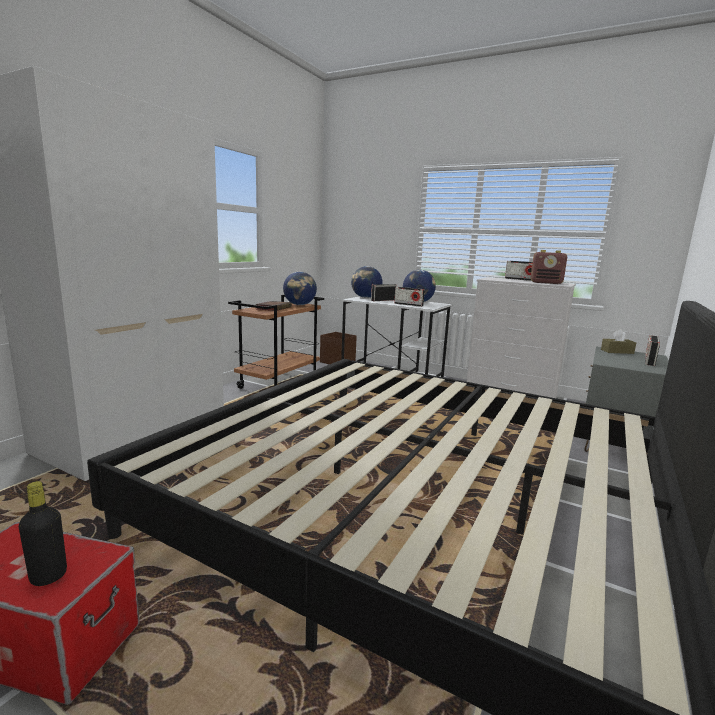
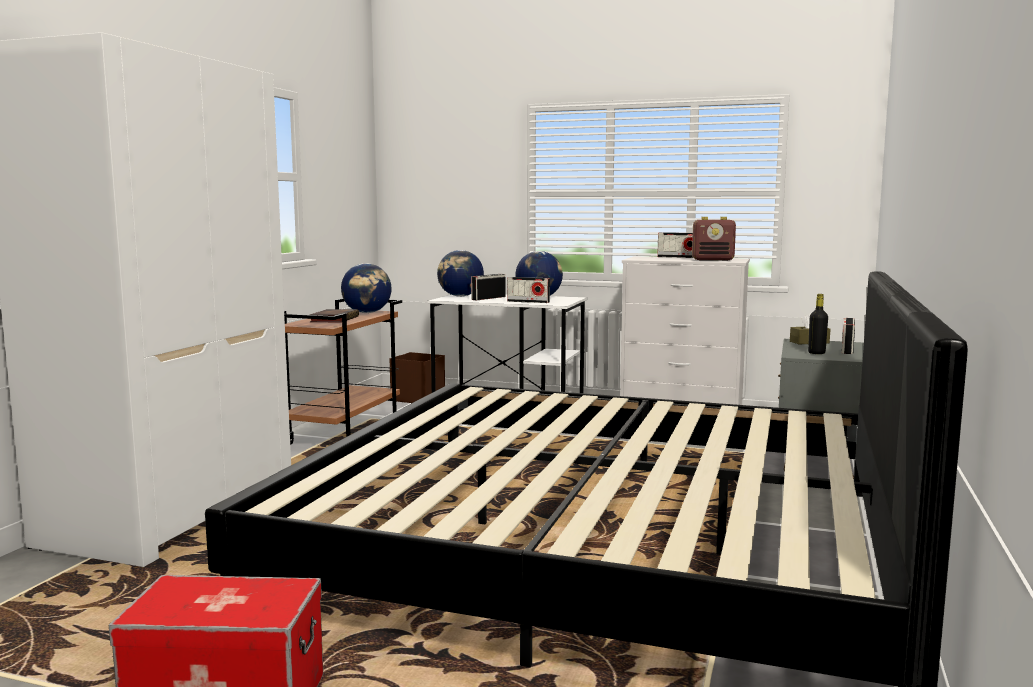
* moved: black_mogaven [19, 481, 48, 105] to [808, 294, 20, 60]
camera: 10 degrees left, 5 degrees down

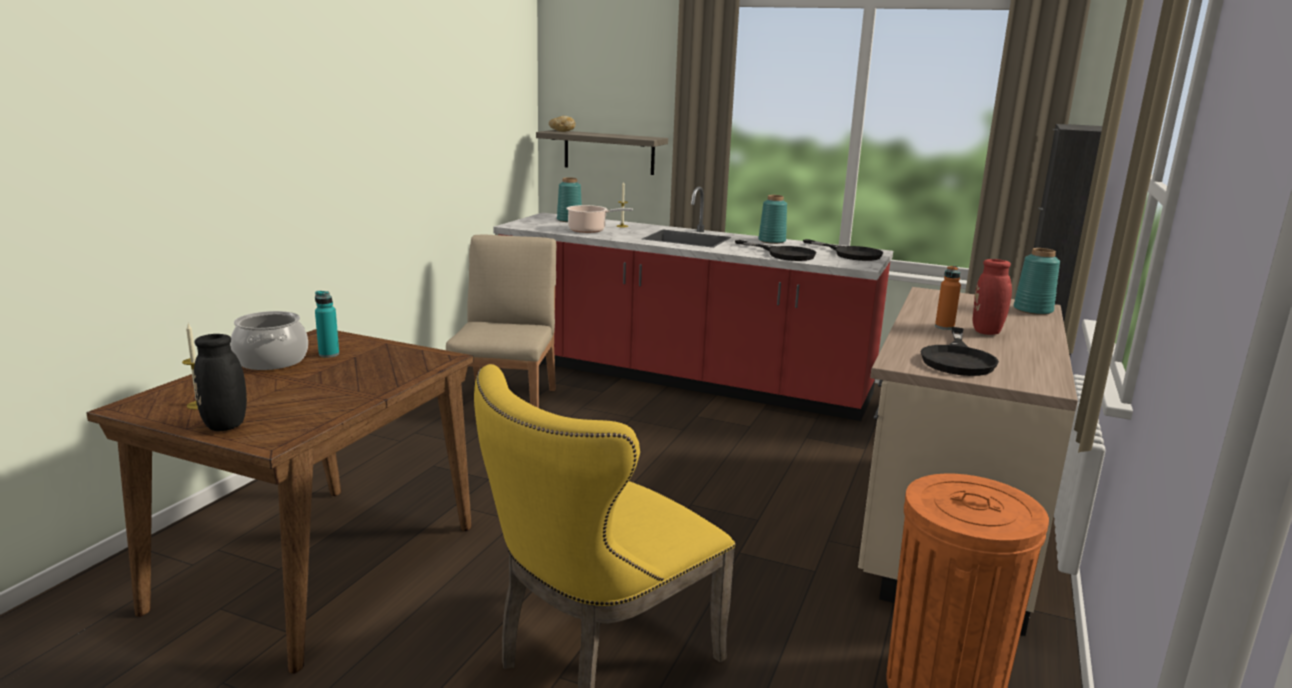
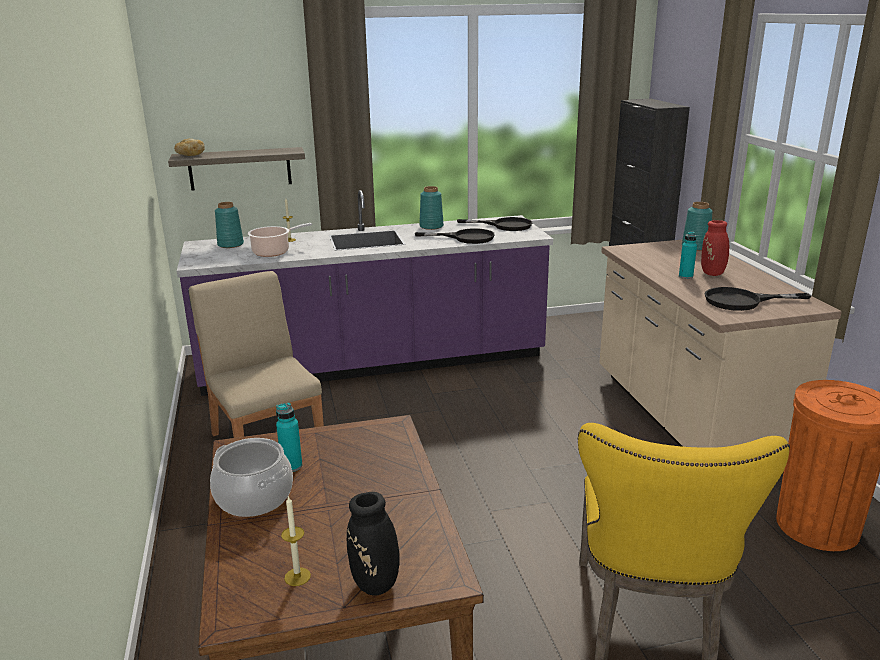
* recoloured: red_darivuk [493, 186, 400, 235] to purple_darivuk [177, 190, 376, 206]
* recoloured: orange_mogaven [935, 266, 26, 64] to turquoise_mogaven [679, 231, 18, 48]
* turned: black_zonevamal [920, 327, 79, 49] = [705, 287, 106, 24] 105 degrees clockwise
camera: 35 degrees left, 5 degrees up

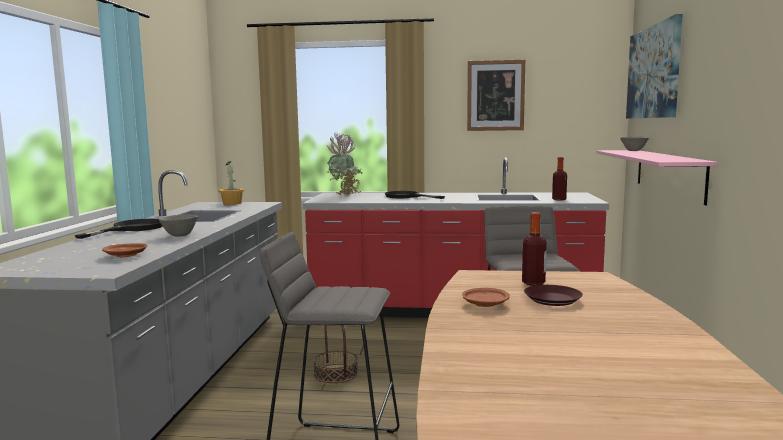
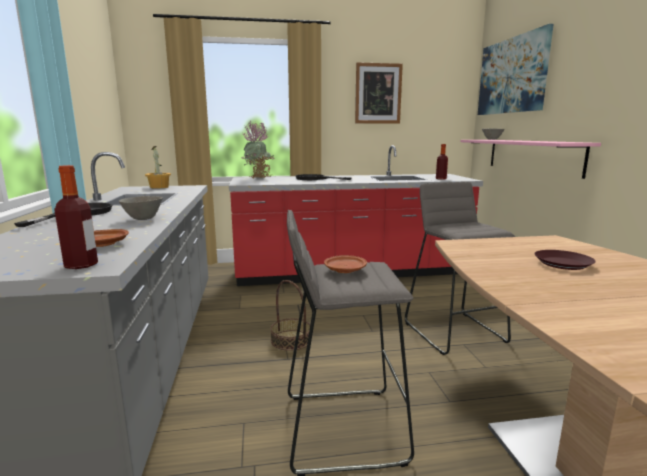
* moved: mogaven [522, 212, 25, 74] to [55, 165, 43, 104]
* moved: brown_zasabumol [462, 288, 48, 19] to [324, 255, 43, 18]
camera: 15 degrees left, 5 degrees up

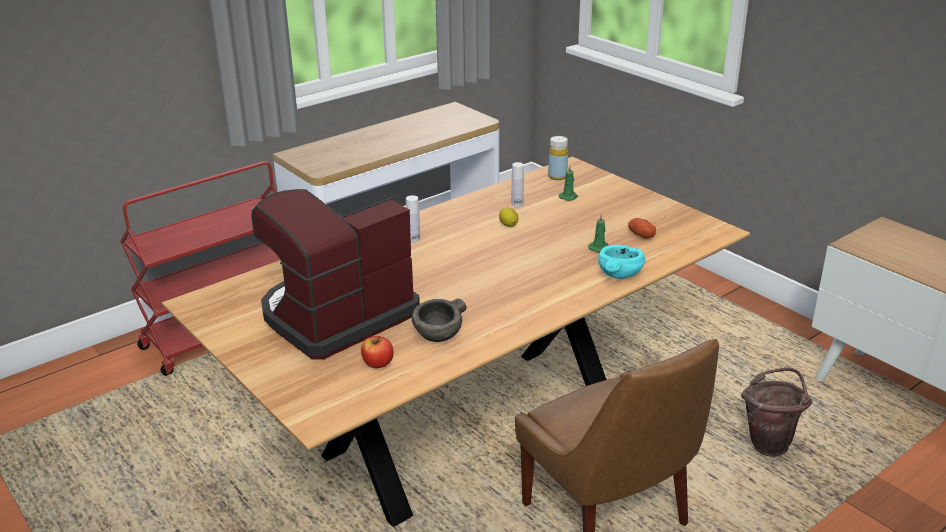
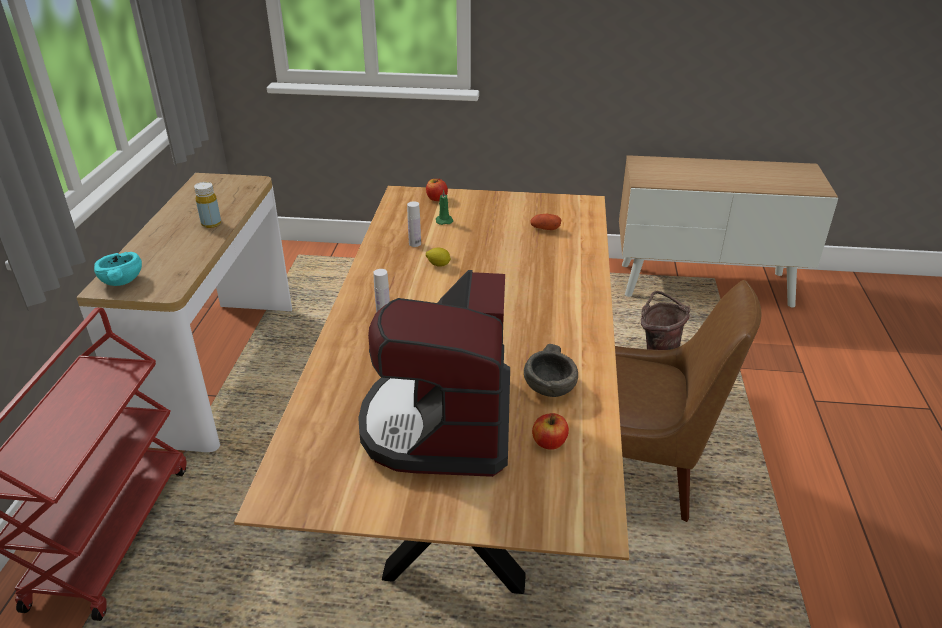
* moved: yellow_mogaven [548, 136, 20, 44] to [194, 182, 27, 46]
* removed: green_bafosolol [588, 214, 21, 39]
* moved: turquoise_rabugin [598, 245, 47, 34] to [94, 252, 48, 34]
* added: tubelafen [426, 178, 22, 23]
camera: 45 degrees left, 5 degrees up

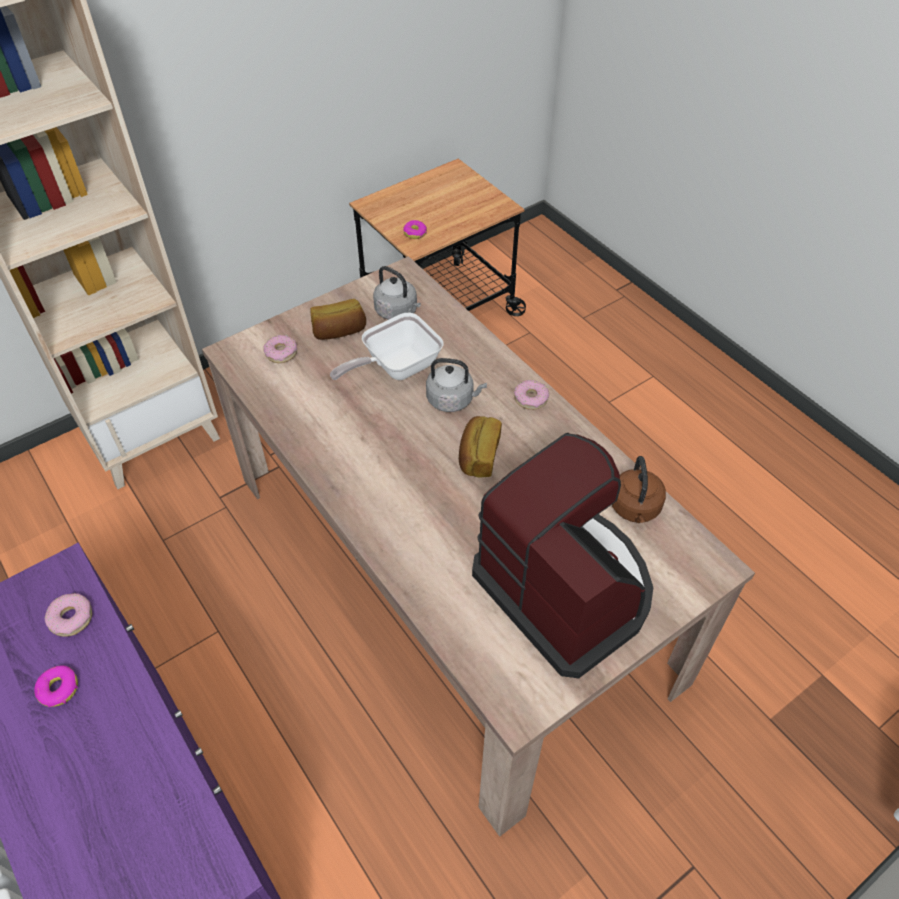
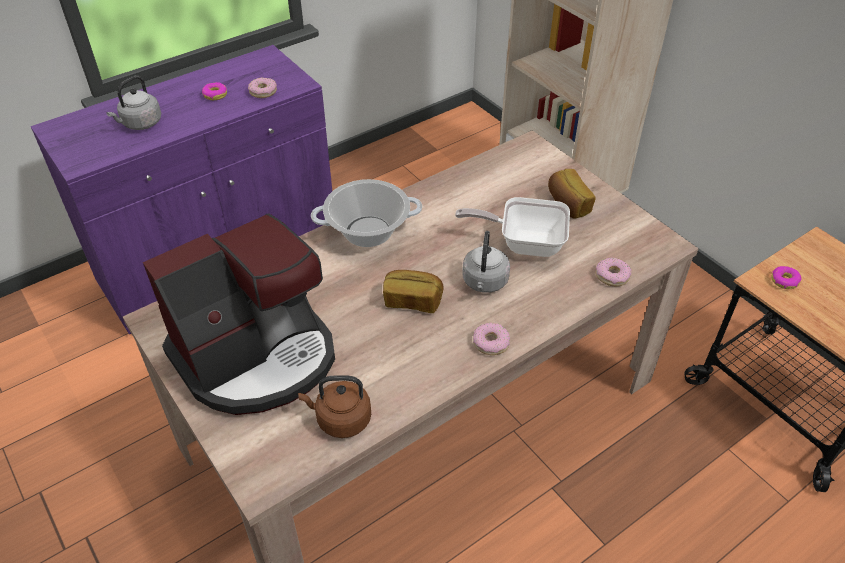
* moved: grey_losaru [373, 266, 48, 54] to [106, 75, 55, 55]
* turned: zonevamal [330, 313, 114, 67] = [455, 197, 115, 60] 45 degrees counterclockwise
* moved: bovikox [263, 335, 34, 28] to [596, 258, 36, 28]
* added: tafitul [311, 179, 111, 68]
camera: 90 degrees right, 5 degrees down

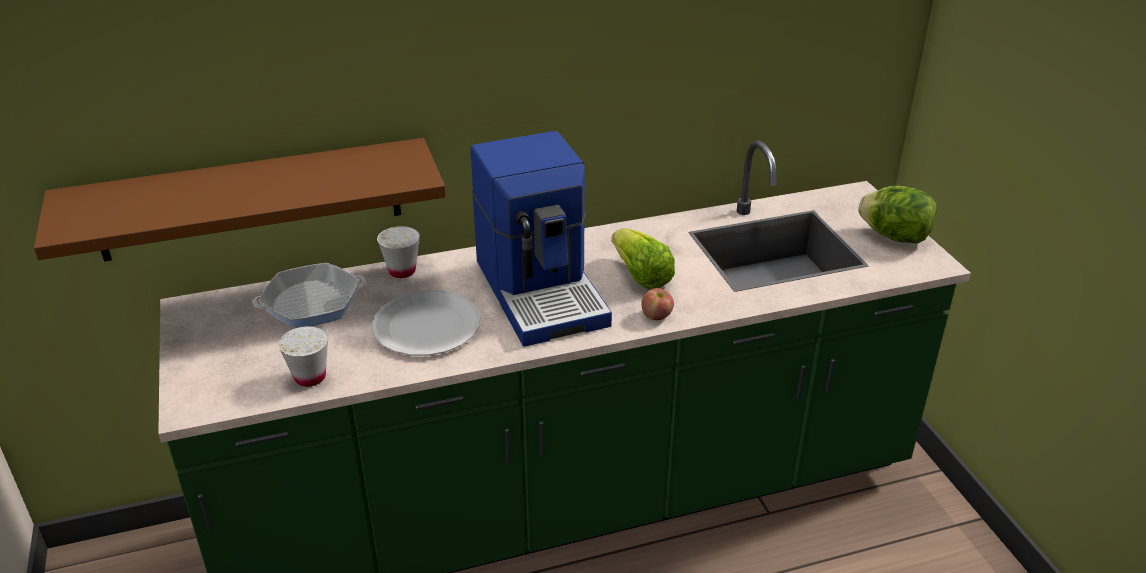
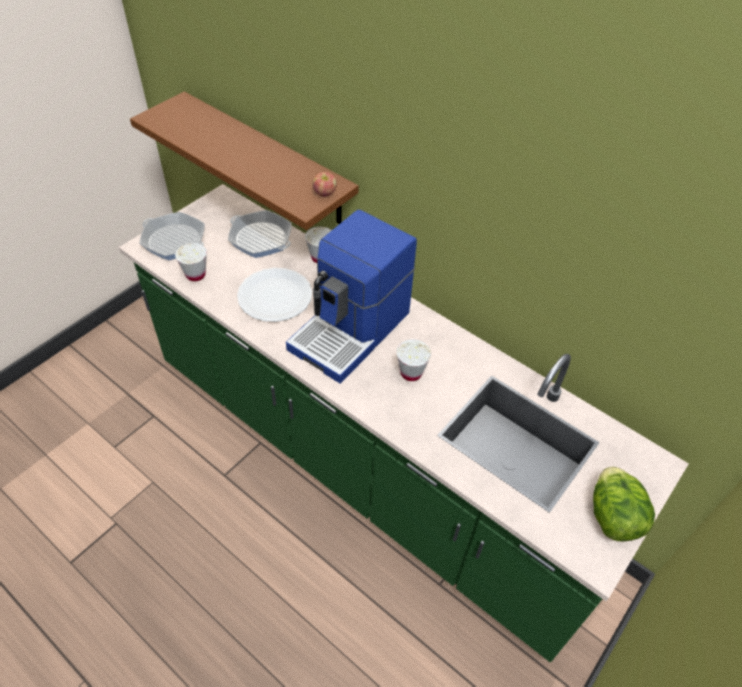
* replaced: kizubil [612, 228, 63, 62] to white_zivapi [397, 339, 34, 42]
* moved: tubelafen [641, 288, 33, 32] to [312, 172, 25, 25]
* added: zonevamal [140, 212, 65, 48]
camera: 55 degrees right, 15 degrees up

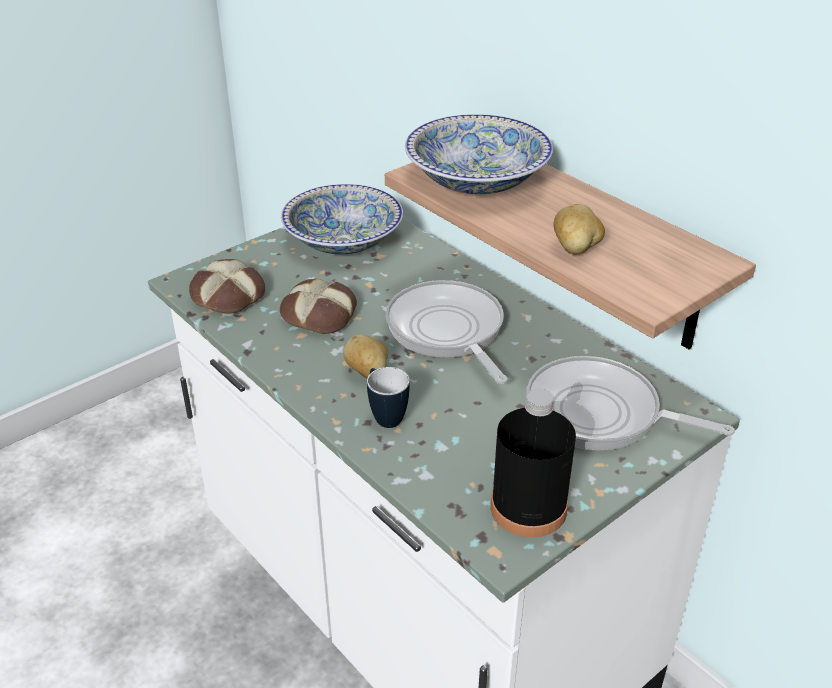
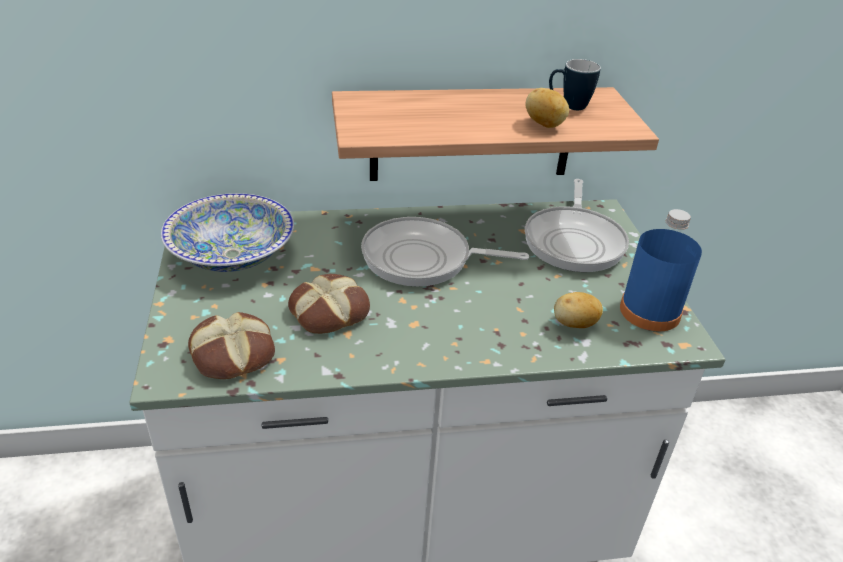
* removed: rabugin [405, 114, 148, 80]
* moved: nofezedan [343, 334, 45, 44] to [554, 292, 49, 36]
* turned: zonevamal [526, 356, 209, 94] = [525, 179, 104, 93] 45 degrees counterclockwise
* moved: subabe [367, 367, 43, 61] to [549, 59, 52, 51]
* recoloured: black_mogaven [491, 388, 85, 149] to blue_mogaven [620, 209, 82, 123]
camera: 60 degrees left, 0 degrees up

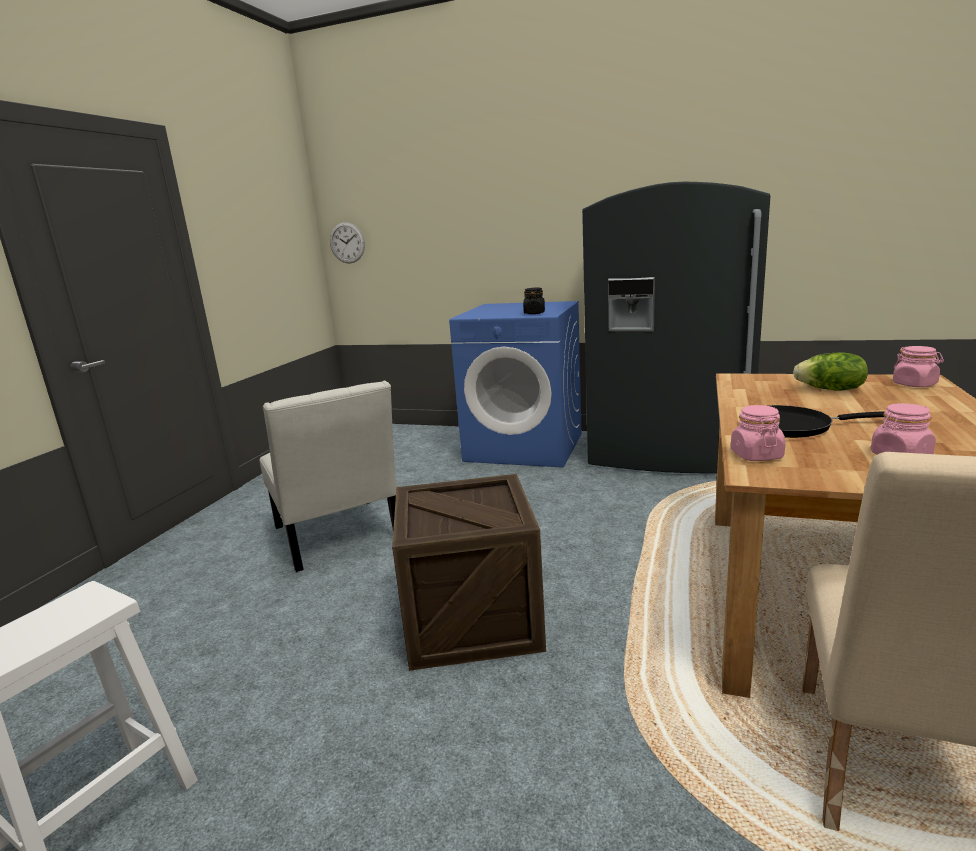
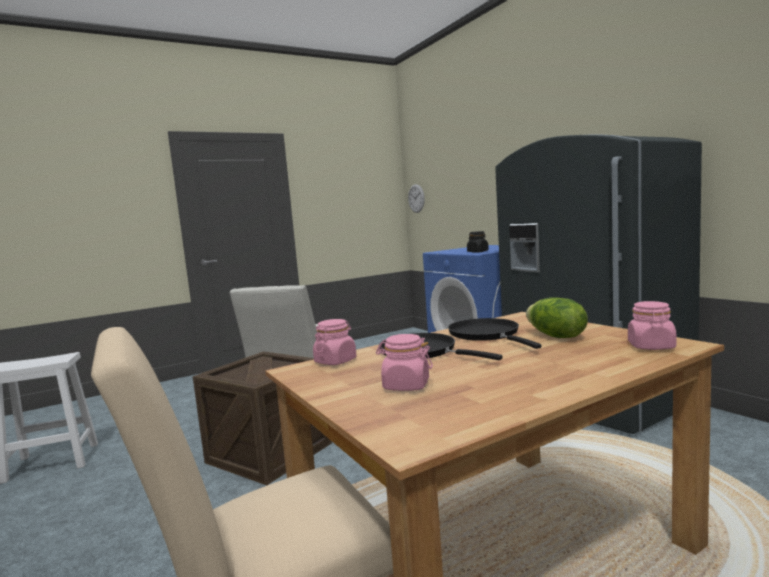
* added: black_zonevamal [448, 318, 94, 31]
camera: 40 degrees right, 10 degrees down

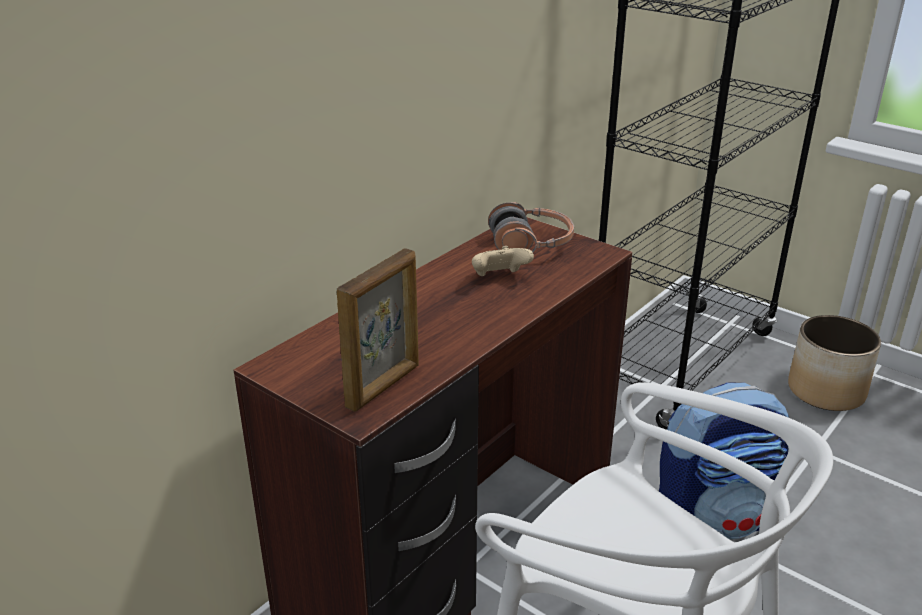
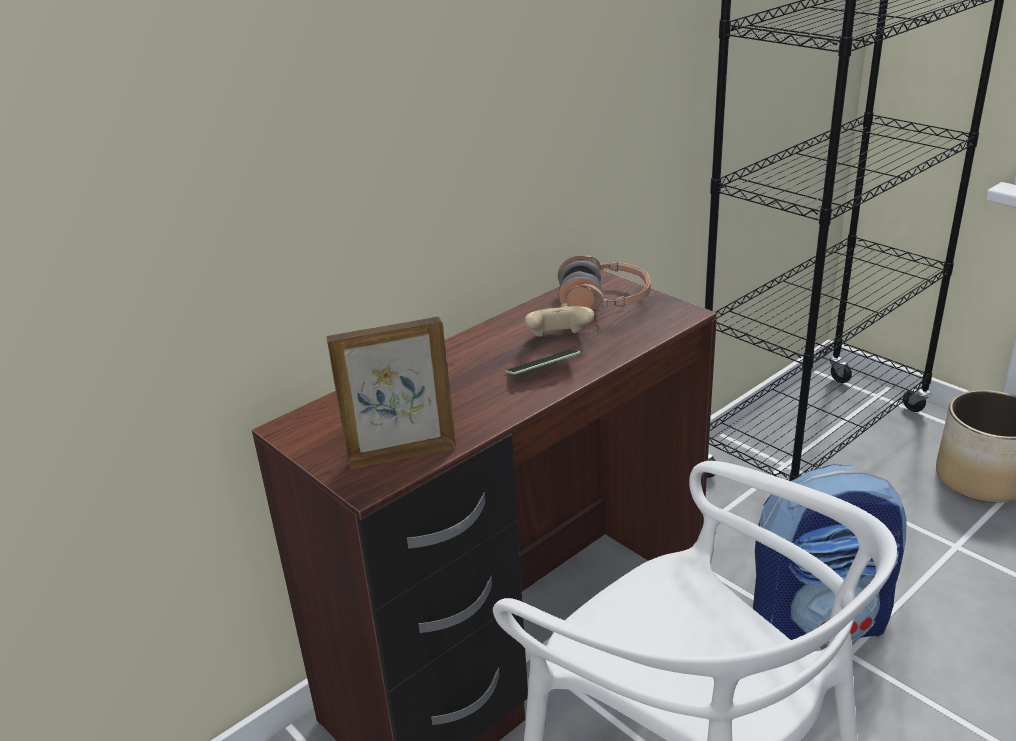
* turned: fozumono [336, 248, 83, 164] = [327, 316, 129, 153] 150 degrees counterclockwise
* added: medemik [505, 350, 75, 25]
camera: 10 degrees right, 0 degrees up

